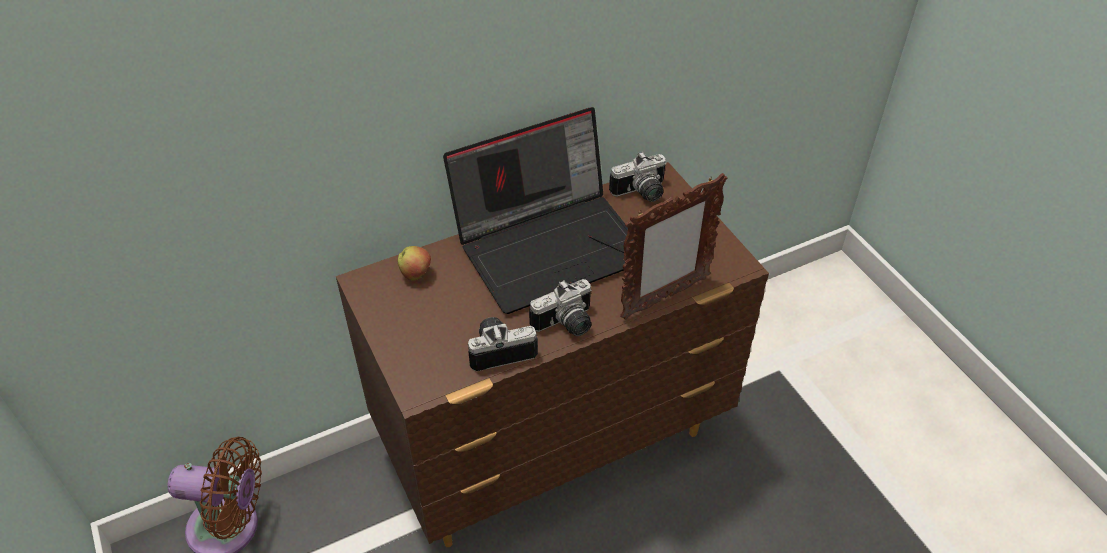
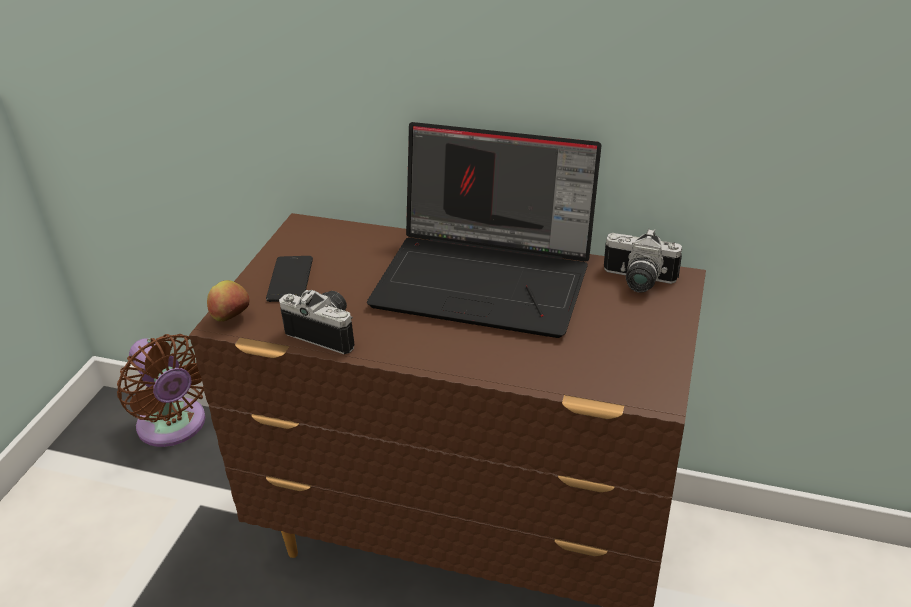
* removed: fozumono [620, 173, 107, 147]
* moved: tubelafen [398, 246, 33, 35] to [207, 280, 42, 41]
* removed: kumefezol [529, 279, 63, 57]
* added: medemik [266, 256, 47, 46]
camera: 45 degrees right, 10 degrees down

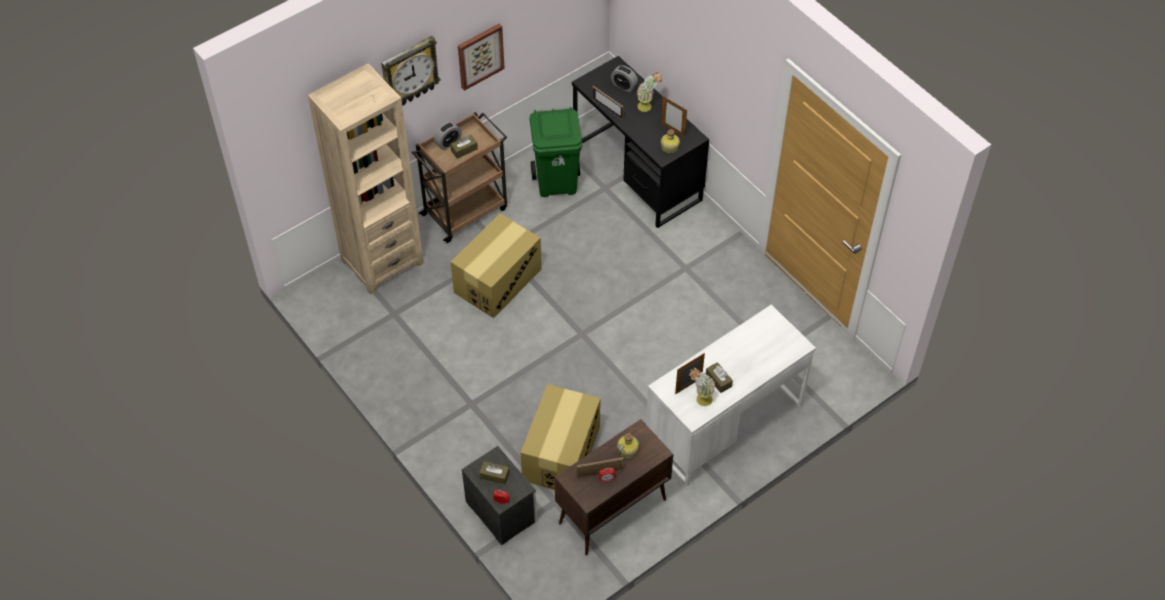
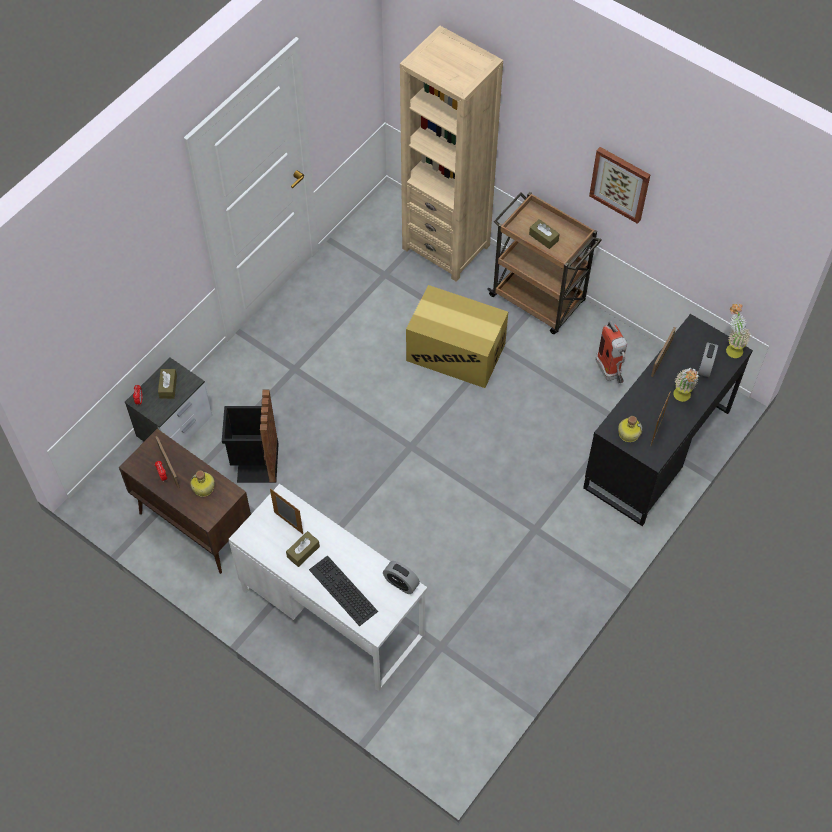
* removed: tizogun [381, 36, 60, 69]
* replaced: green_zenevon [530, 107, 52, 90] to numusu [595, 321, 32, 62]
* moved: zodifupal [434, 122, 28, 28] to [383, 561, 37, 33]
* moved: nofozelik [689, 368, 27, 38] to [726, 303, 24, 55]
* replaced: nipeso [521, 384, 80, 106] to black_zenevon [222, 390, 57, 93]
* added: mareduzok [309, 555, 69, 71]
camera: 75 degrees right, 5 degrees up

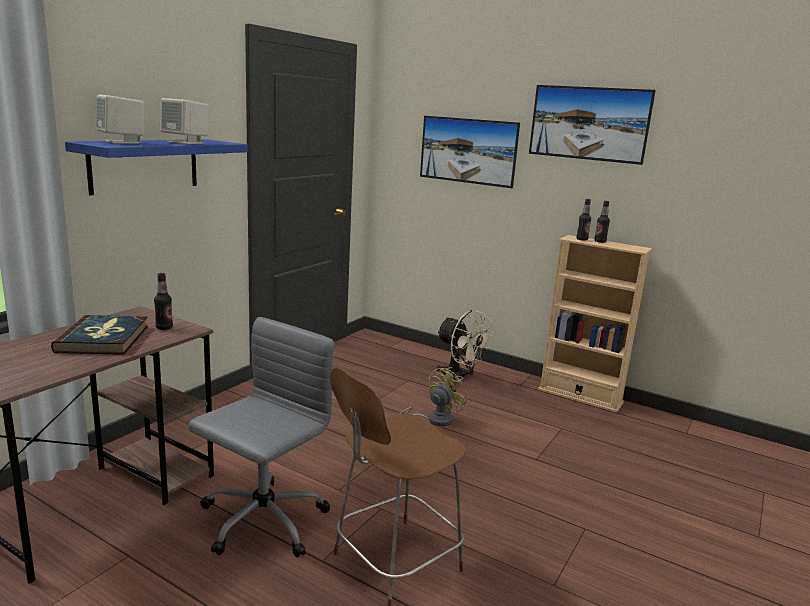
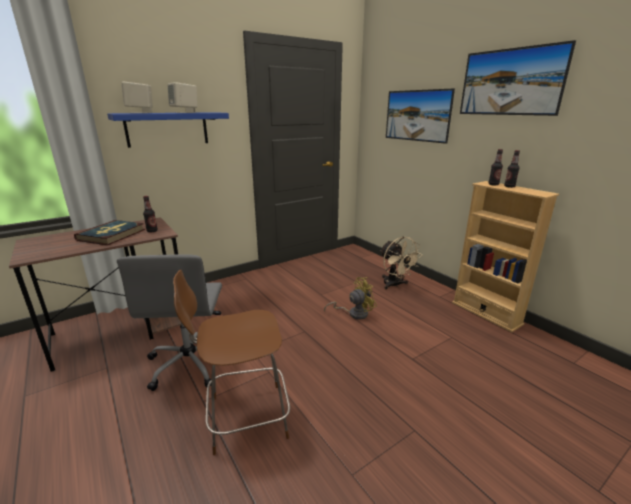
* turned: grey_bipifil [188, 317, 146, 241] = [117, 254, 105, 137] 120 degrees clockwise
camera: 25 degrees right, 5 degrees up

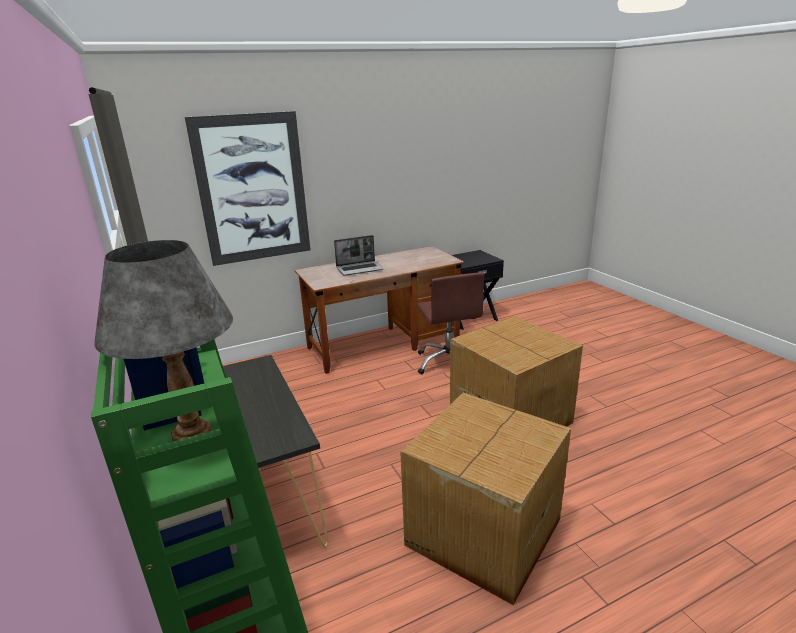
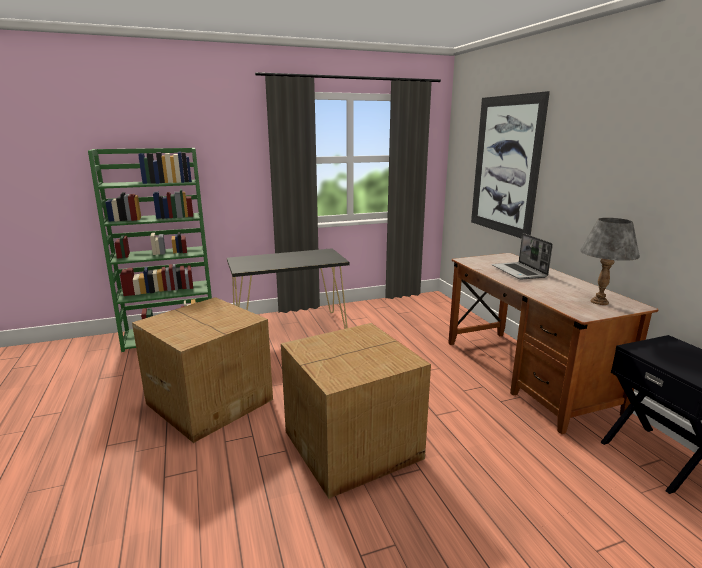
* moved: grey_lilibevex [94, 240, 139, 201] to [580, 218, 60, 87]
* removed: brown_bipifil [417, 272, 68, 103]
camera: 95 degrees right, 5 degrees down

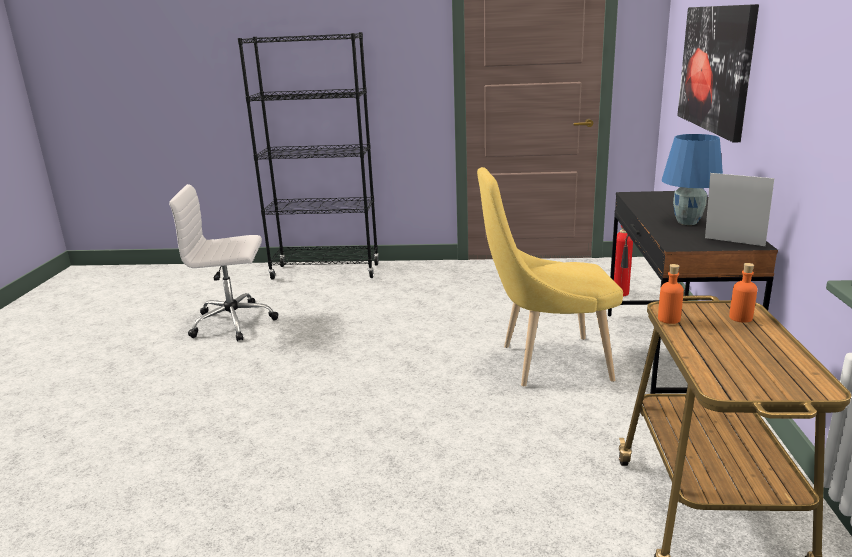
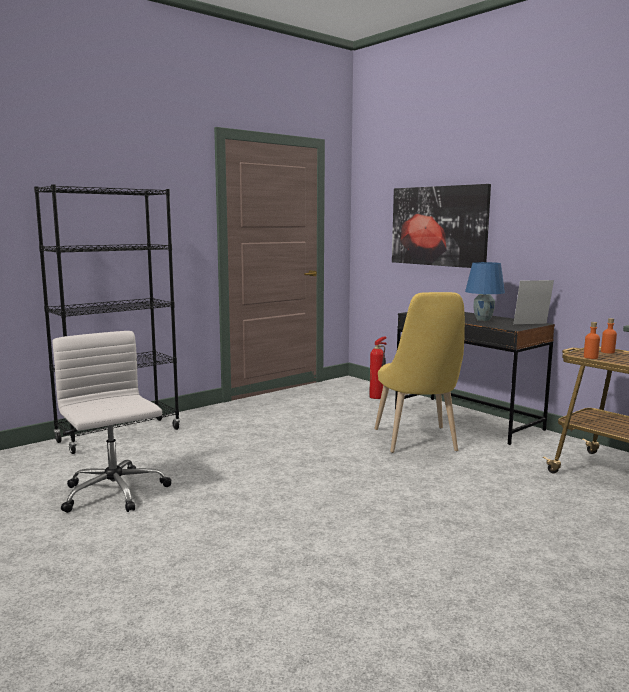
* turned: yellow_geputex [477, 167, 146, 219] = [375, 292, 90, 161] 45 degrees counterclockwise
* turned: white_bipifil [169, 184, 109, 158] = [52, 331, 120, 182] 105 degrees clockwise
camera: 45 degrees left, 10 degrees down

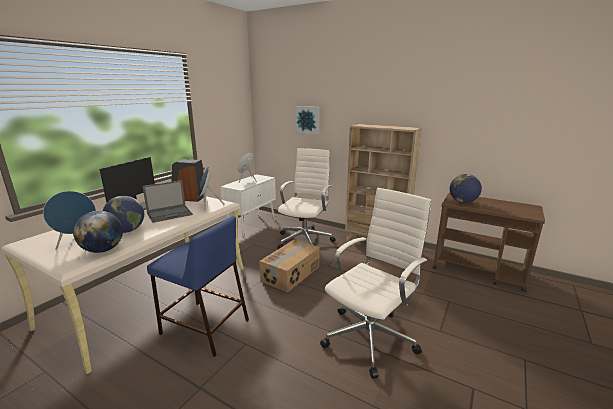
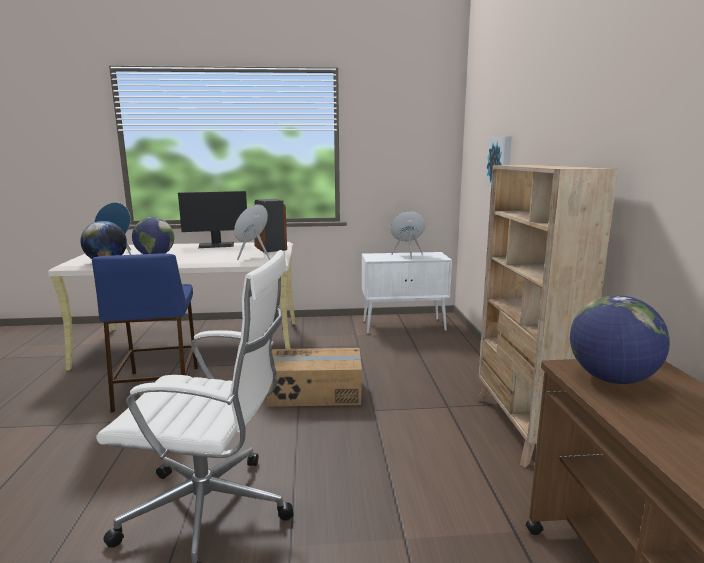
* removed: white_bipifil [278, 148, 58, 101]
* removed: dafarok [142, 180, 51, 43]
camera: 55 degrees right, 5 degrees down

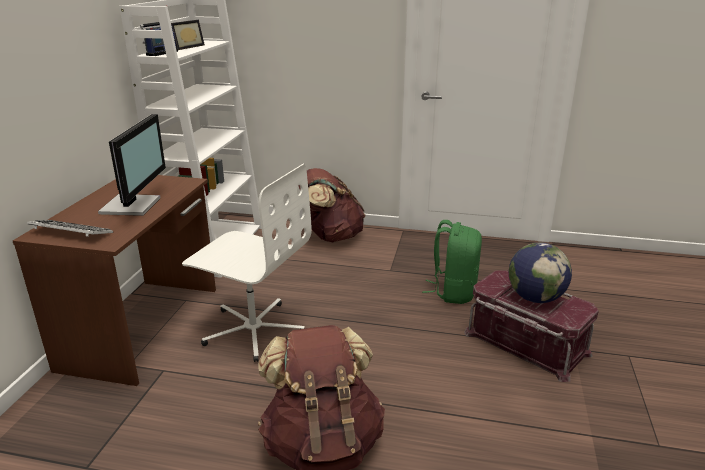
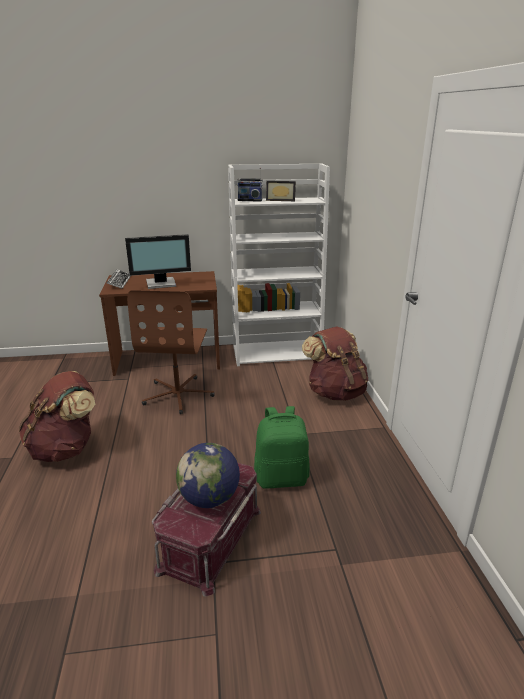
* recoloured: white_bipifil [182, 164, 130, 198] to brown_bipifil [127, 290, 88, 124]
camera: 70 degrees right, 0 degrees up

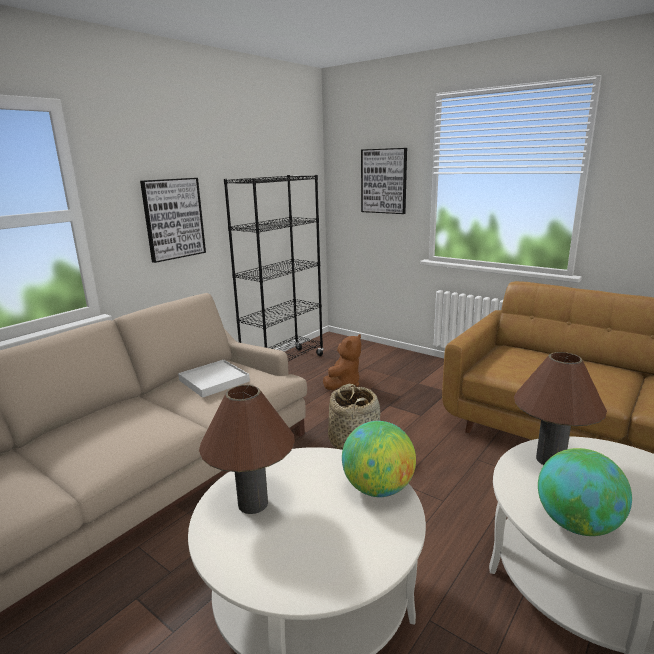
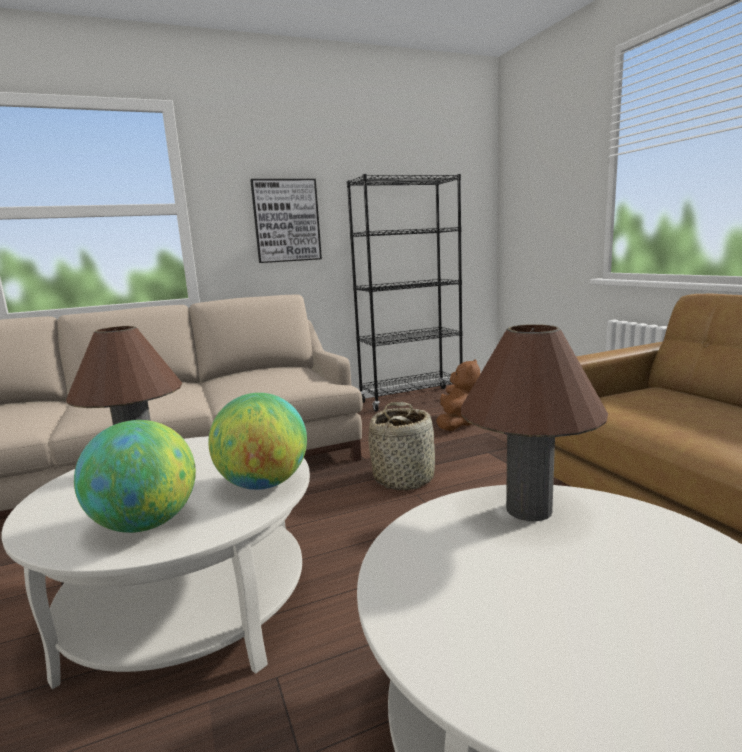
* removed: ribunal [361, 148, 46, 66]
* turned: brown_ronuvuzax [323, 334, 38, 56] = [436, 359, 44, 72] 45 degrees counterclockwise
* removed: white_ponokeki [178, 360, 72, 38]
* moved: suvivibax [538, 448, 94, 88] to [74, 420, 122, 113]
camera: 30 degrees right, 5 degrees down

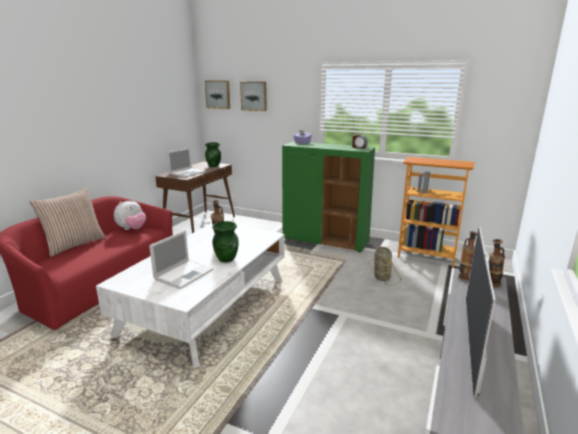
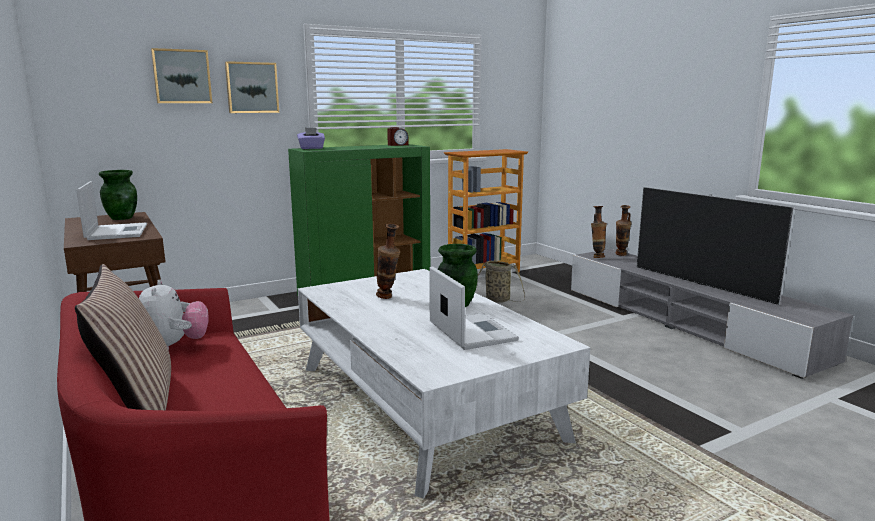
* moved: ribunal [205, 80, 25, 29] to [225, 61, 54, 52]
camera: 55 degrees left, 5 degrees down

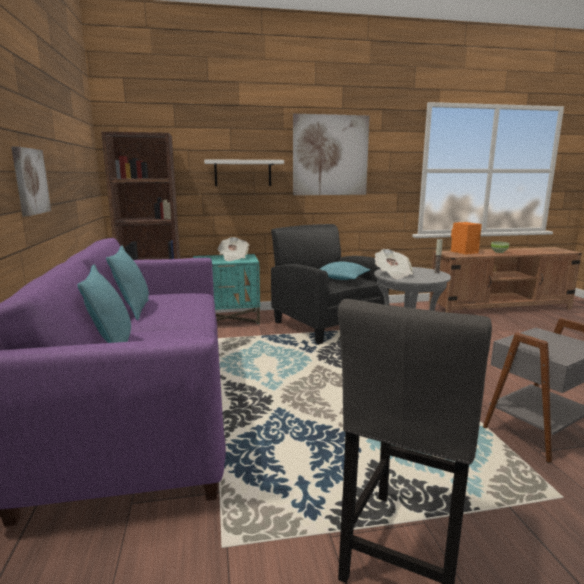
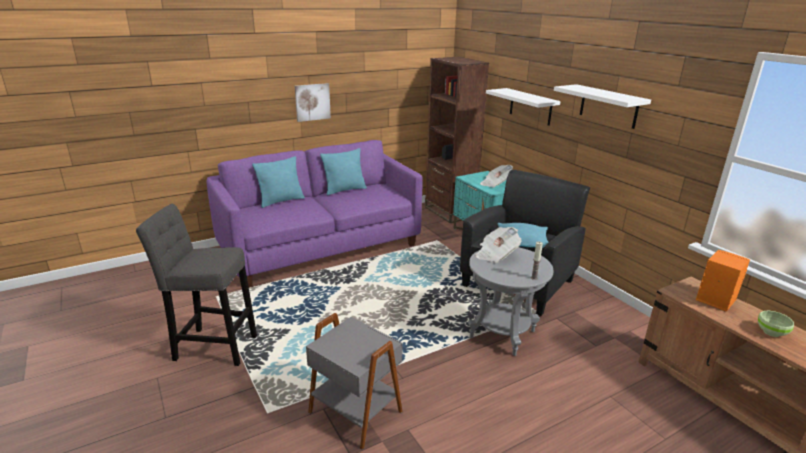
* replaced: ribunal [293, 114, 77, 81] to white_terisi [554, 84, 97, 45]
camera: 70 degrees right, 10 degrees up

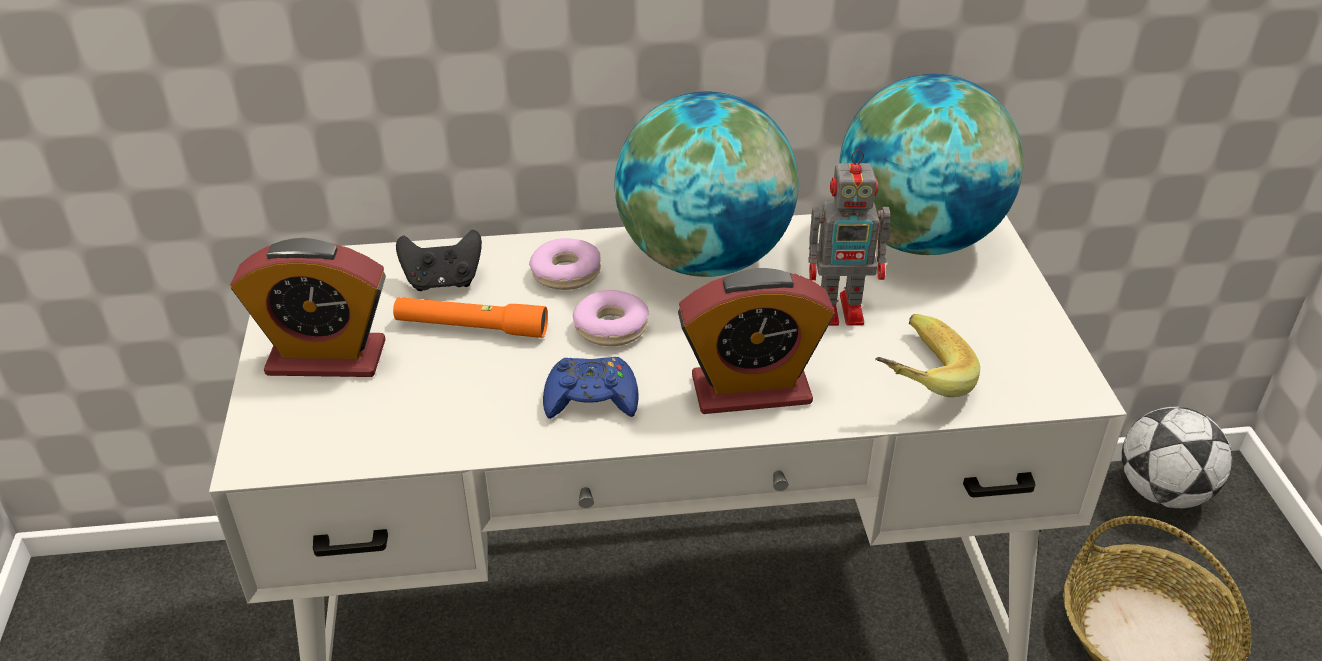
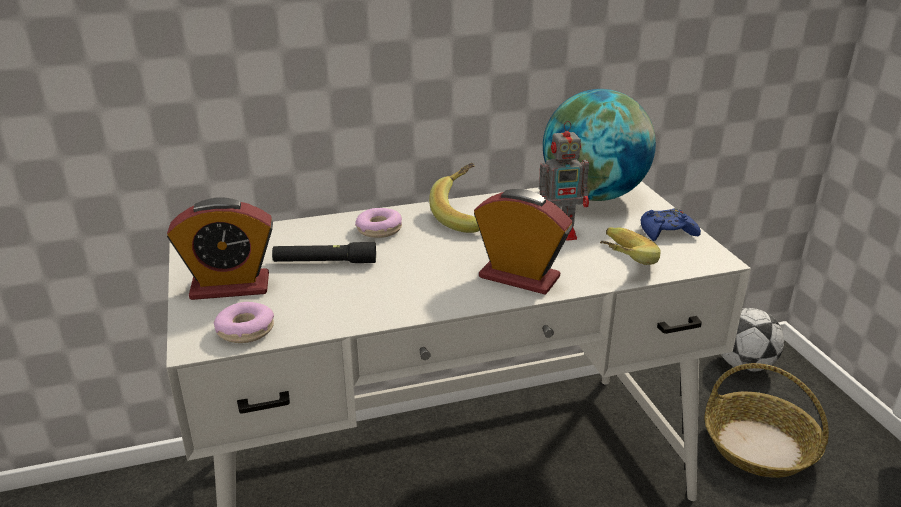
* replaced: suvivibax [614, 92, 185, 185] to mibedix [429, 163, 51, 70]
* removed: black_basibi [396, 230, 86, 61]
* turned: zodifupal [678, 268, 157, 146] = [474, 189, 98, 105] 135 degrees counterclockwise
* moved: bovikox [572, 290, 77, 56] to [214, 302, 60, 41]
* recoloured: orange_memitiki [393, 297, 155, 41] to black_memitiki [272, 242, 104, 21]
* moved: blue_basibi [543, 357, 96, 62] to [641, 208, 60, 33]
camera: 10 degrees left, 10 degrees down

